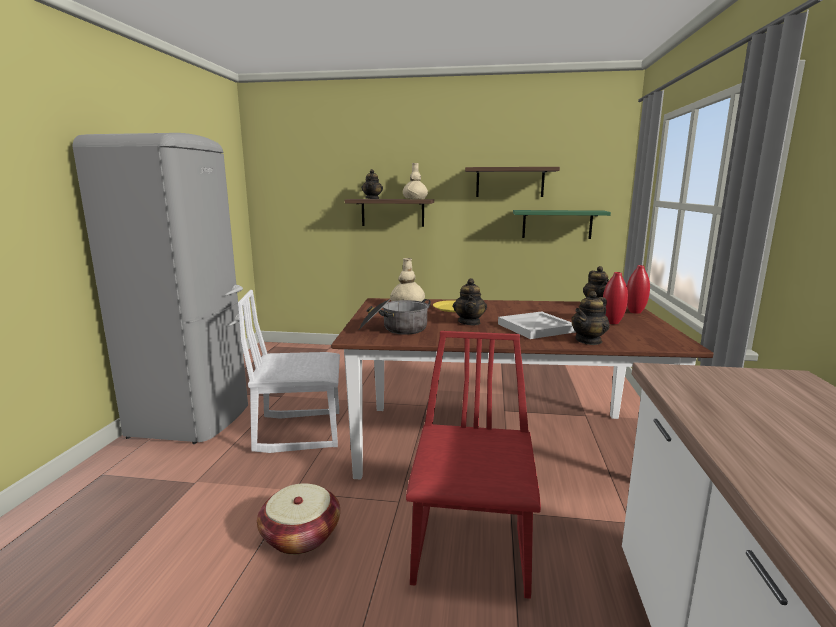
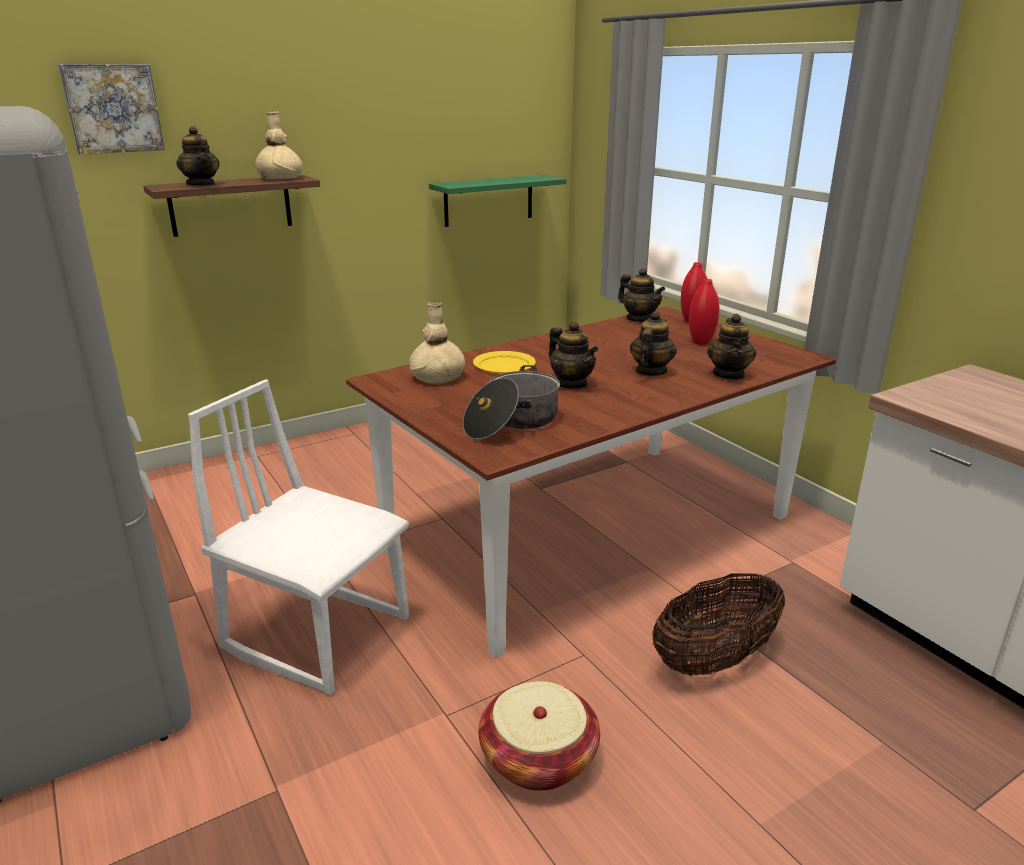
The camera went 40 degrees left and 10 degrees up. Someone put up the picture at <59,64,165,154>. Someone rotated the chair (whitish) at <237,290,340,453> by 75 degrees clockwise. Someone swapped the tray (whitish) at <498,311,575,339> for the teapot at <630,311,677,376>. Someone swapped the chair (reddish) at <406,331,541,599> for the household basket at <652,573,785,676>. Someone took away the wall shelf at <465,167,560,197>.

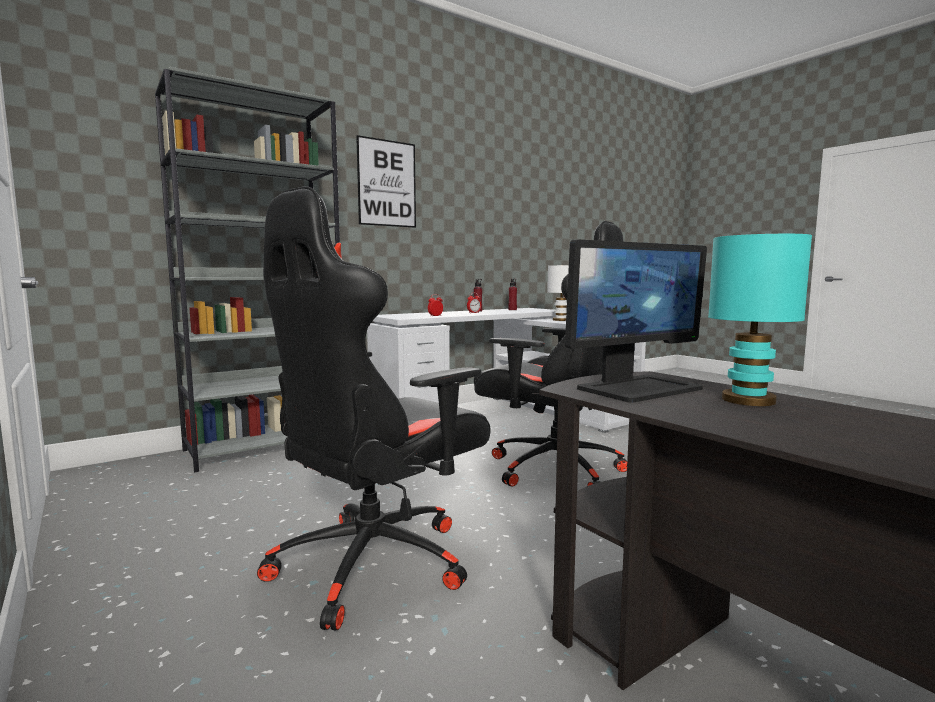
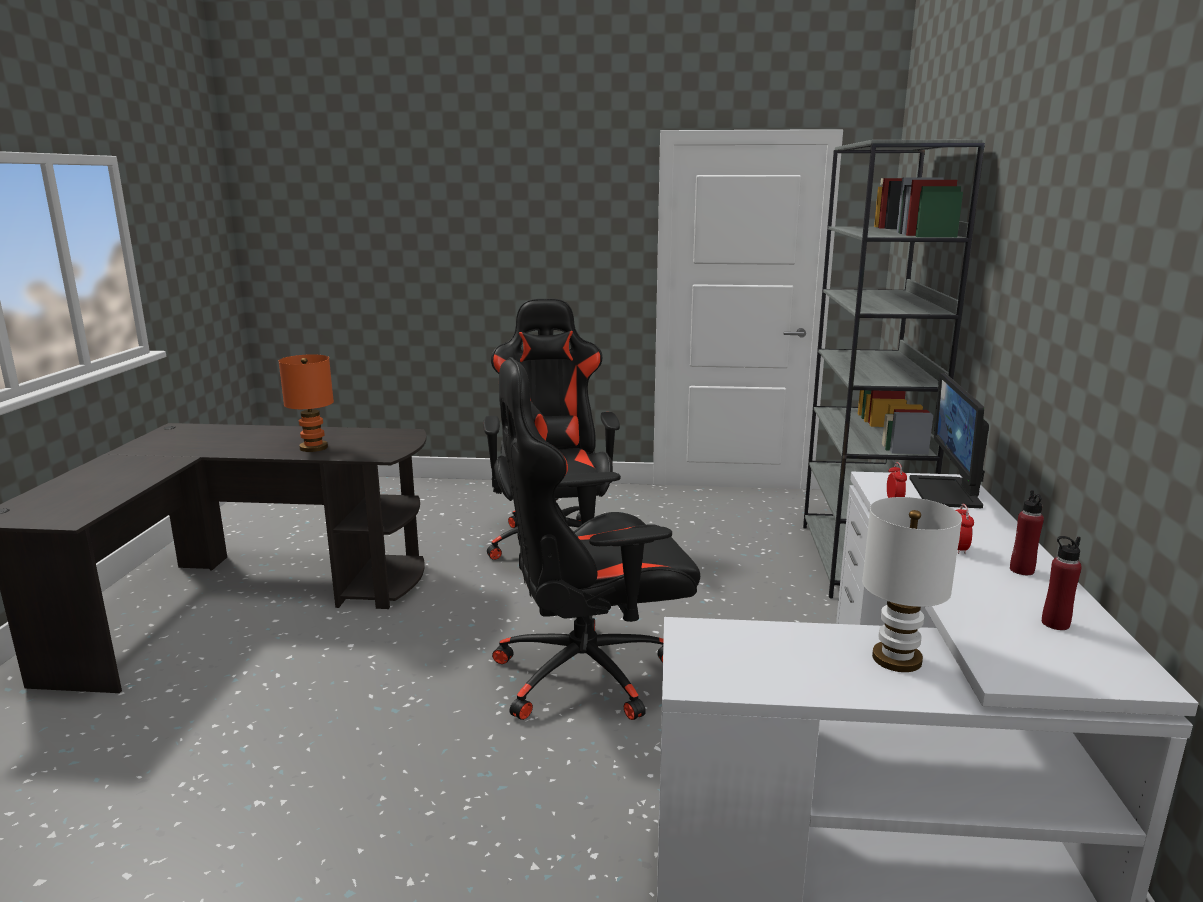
The camera went 130 degrees right and 10 degrees up. Someone repainted the table lamp (blue-green) at <708,234,812,406>, which became the table lamp (orange) at <279,354,334,452>. Someone carried the computer display from <565,240,707,403> to <909,373,989,508>. Someone took away the picture at <356,135,416,228>.

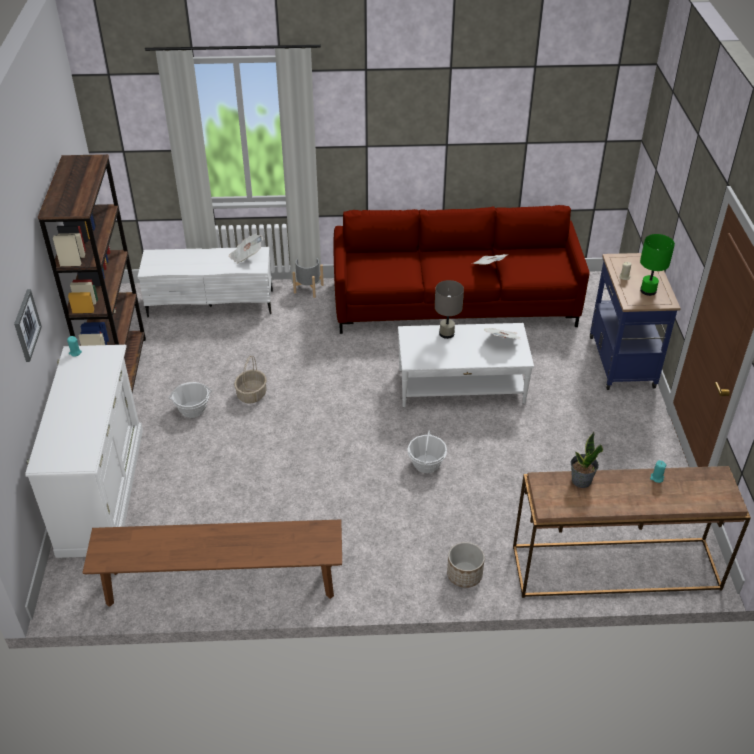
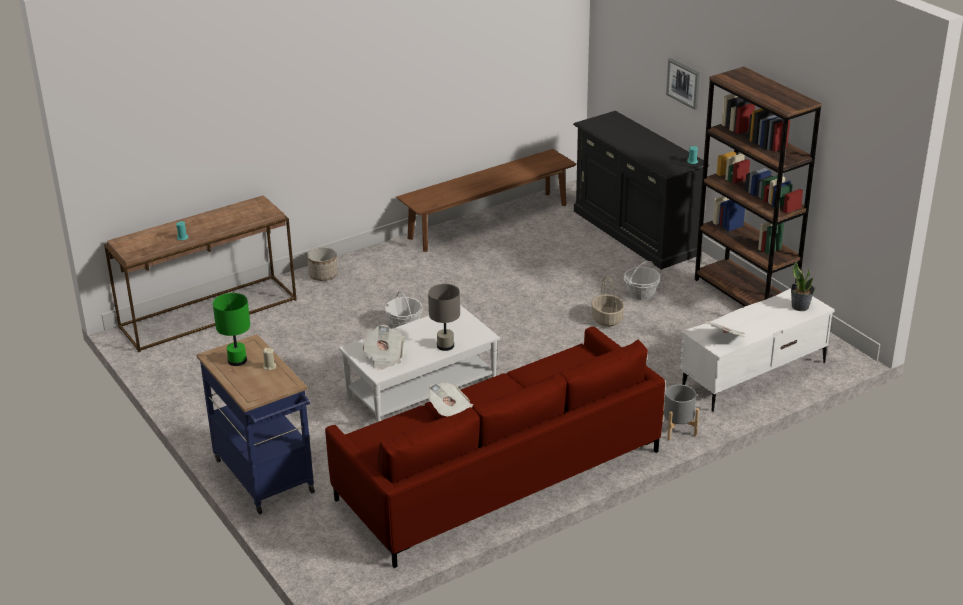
The camera went 150 degrees right and 10 degrees down. Someone repainted the cupboard (whitish) at <25,345,143,558>, which became the cupboard (black) at <573,111,709,270>. Someone carried the plant in a pot from <571,432,603,488> to <791,261,815,311>.

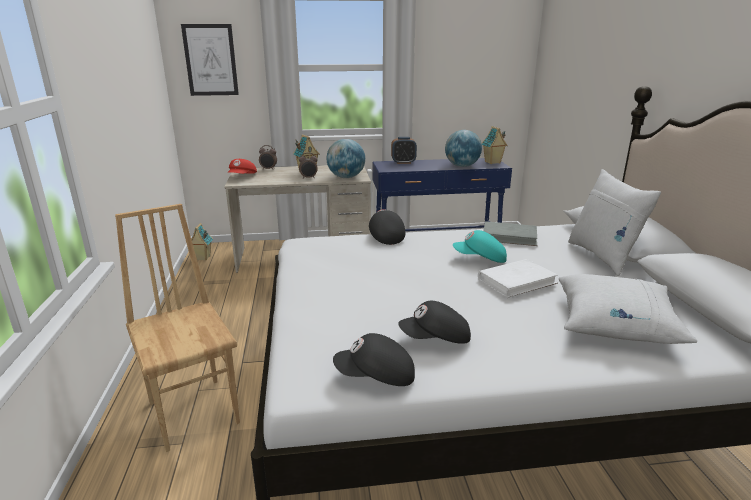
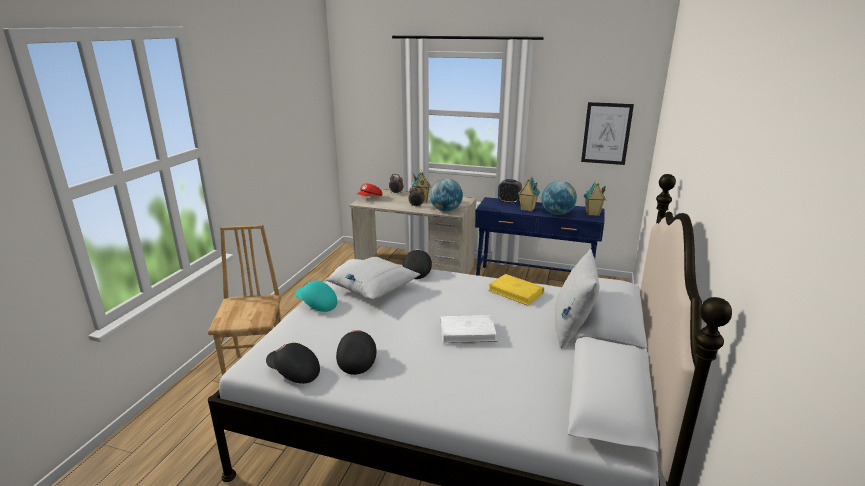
The camera went 25 degrees right and 0 degrees up. Someone carried the cap (blue-green) from <453,230,507,263> to <295,281,337,312>. Someone carried the cushion (grey) from <559,274,697,344> to <326,257,420,300>. Someone rotated the cap (black) at <398,301,471,344> by 75 degrees clockwise. Someone repainted the book (grey) at <483,221,538,246>, which became the book (yellow-coloured) at <488,274,544,306>. Someone carried the model house from <191,223,213,261> to <518,176,540,212>. Someone carried the picture from <181,24,239,96> to <581,102,634,165>.

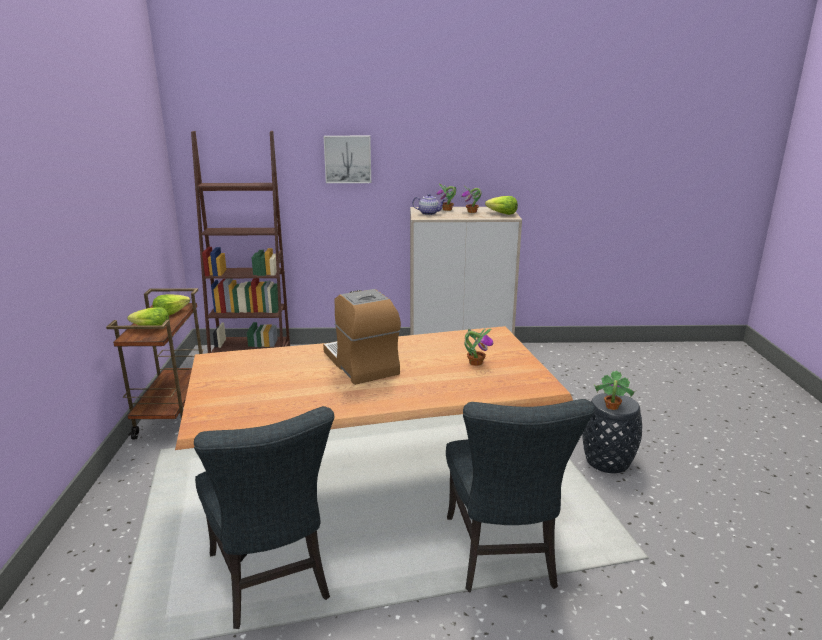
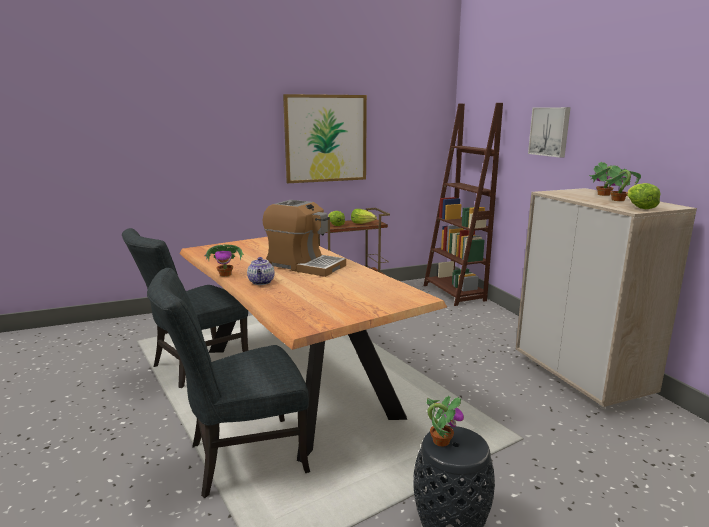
The camera went 70 degrees right and 5 degrees down. Someone carried the plant in a pot from <464,328,493,366> to <204,244,244,276>. Someone carried the teapot from <412,194,446,215> to <247,257,275,285>. Someone rotated the coffee machine at <323,289,401,385> by 75 degrees clockwise. Someone put up the picture at <283,94,367,183>.

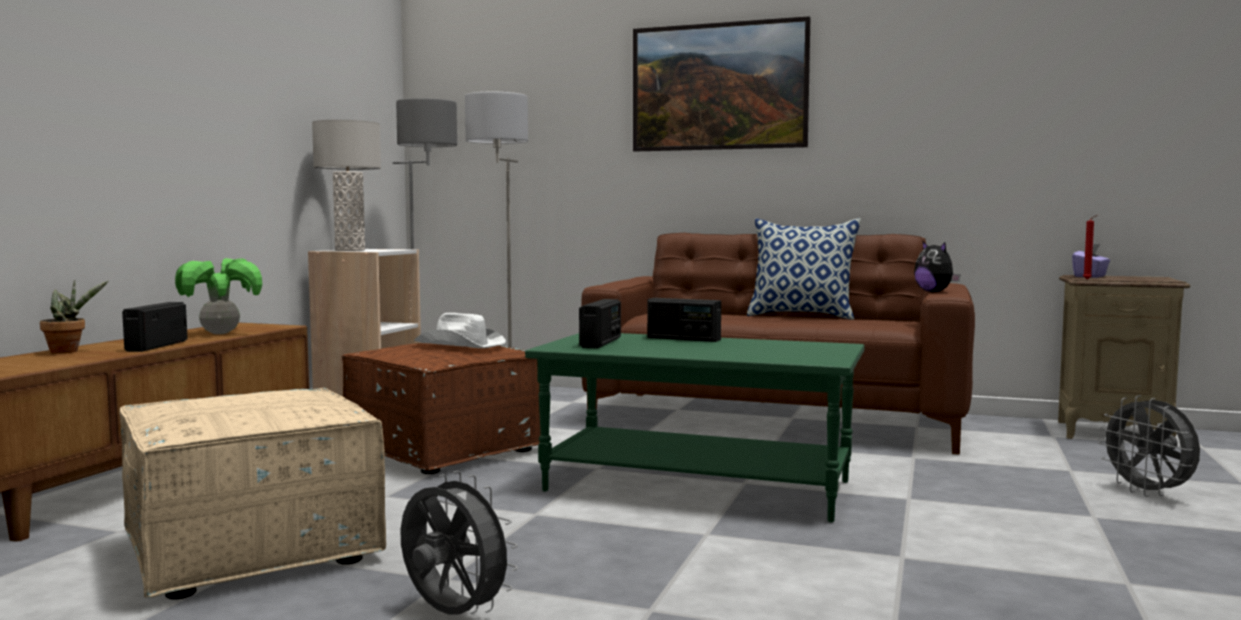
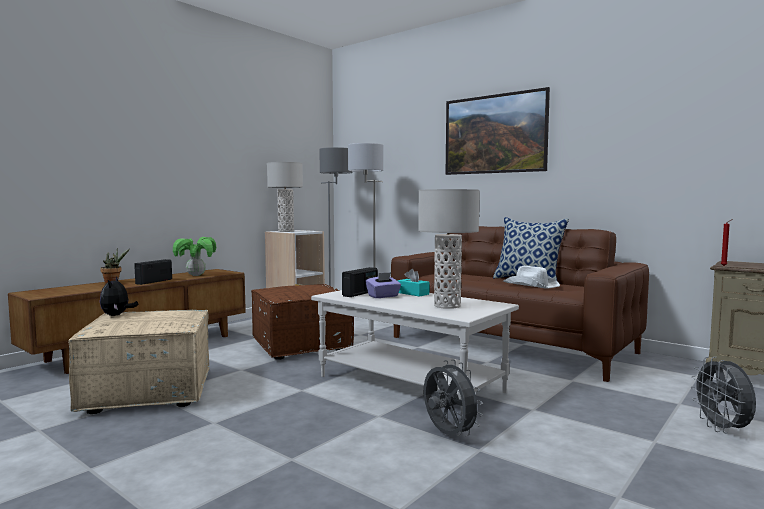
The camera went 20 degrees right and 0 degrees up. Someone carried the plush toy from <914,242,960,292> to <100,276,138,316>. Someone repainted the low table (greenish) at <525,333,864,522>, which became the low table (whitish) at <311,290,519,415>. Someone carried the box of tissues (purple-coloured) from <1072,244,1110,278> to <365,272,401,298>. Someone swapped the radio at <647,298,721,342> for the box of tissues (blue-green) at <398,269,429,297>. Someone put down the table lamp (whitish) at <418,189,480,309>. Someone carried the electric fan (grey) from <400,471,518,615> to <424,359,483,437>. Someone carried the clothing hat (whitish) from <414,313,506,348> to <503,266,560,289>.

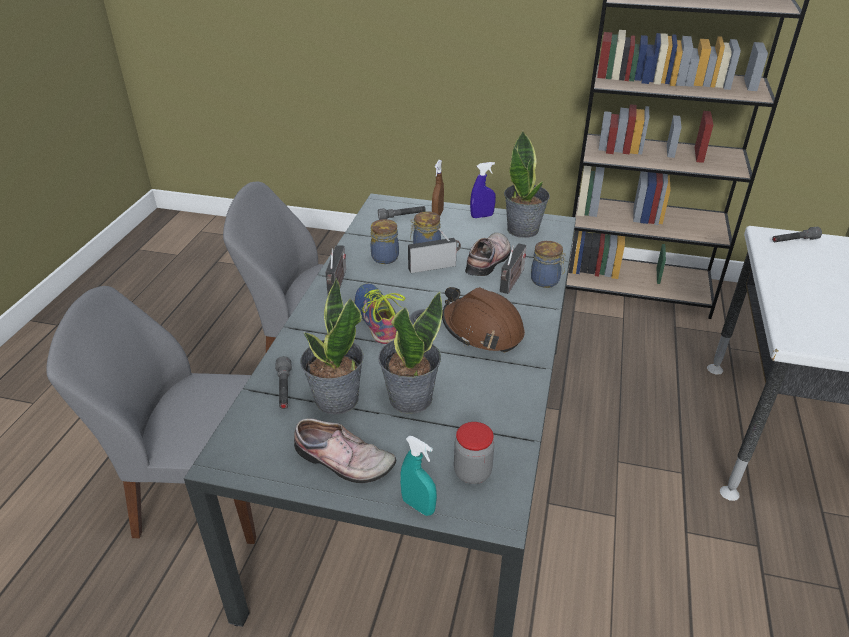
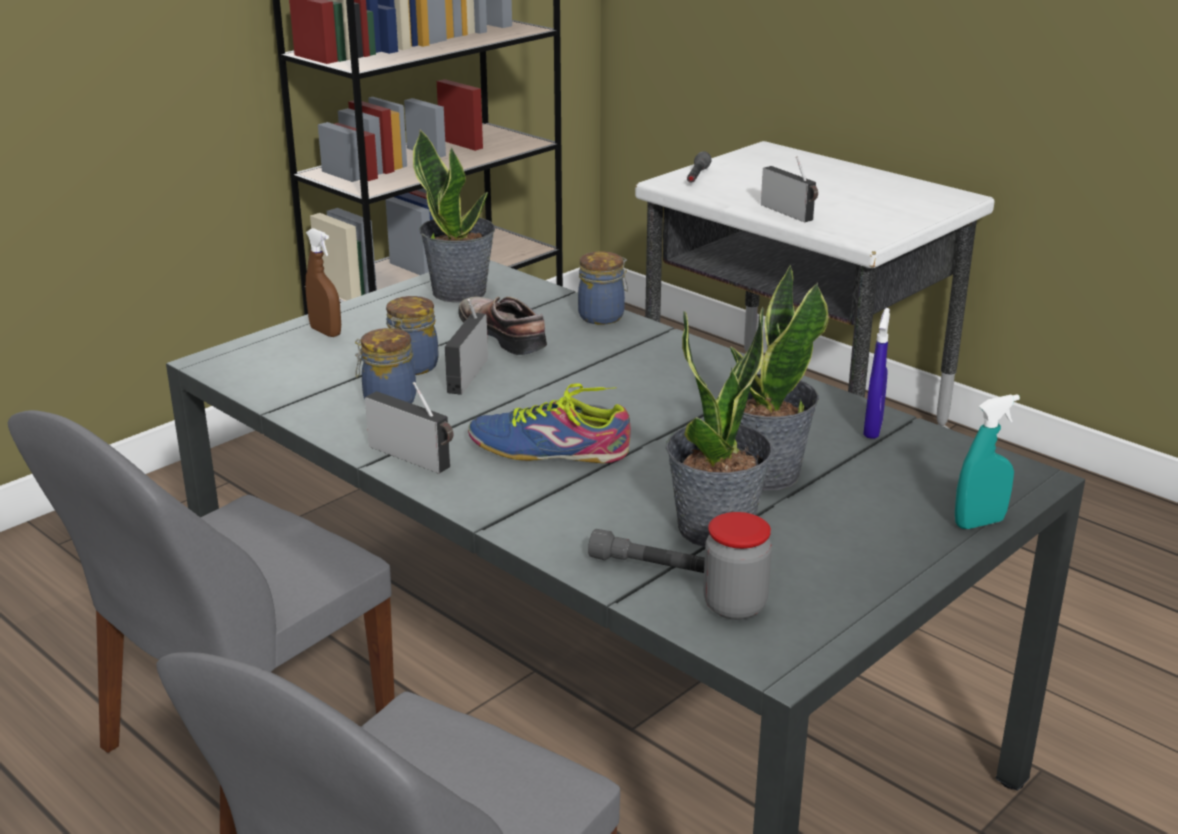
The camera went 60 degrees left and 10 degrees down. Someone carried the storage jar from <454,422,494,484> to <703,512,772,620>. Someone carried the radio from <500,243,526,294> to <761,156,818,222>. Someone carried the spray bottle (blue) from <470,162,496,218> to <863,308,890,439>. Someone took away the item of footwear at <294,418,396,483>. Someone took away the torch (grey) at <378,206,426,220>. Someone took away the work helmet (brown-coloured) at <442,287,525,352>.

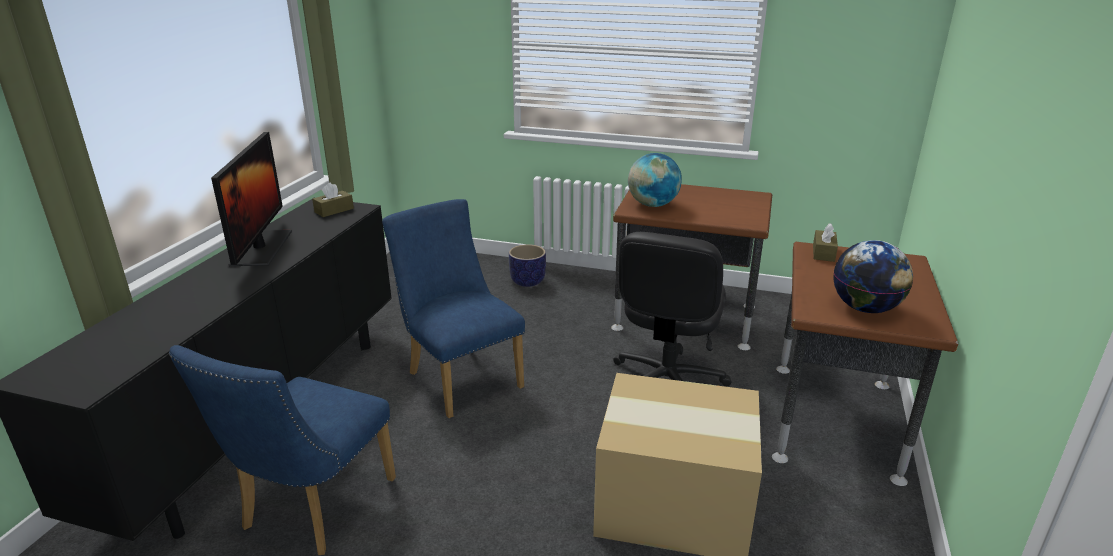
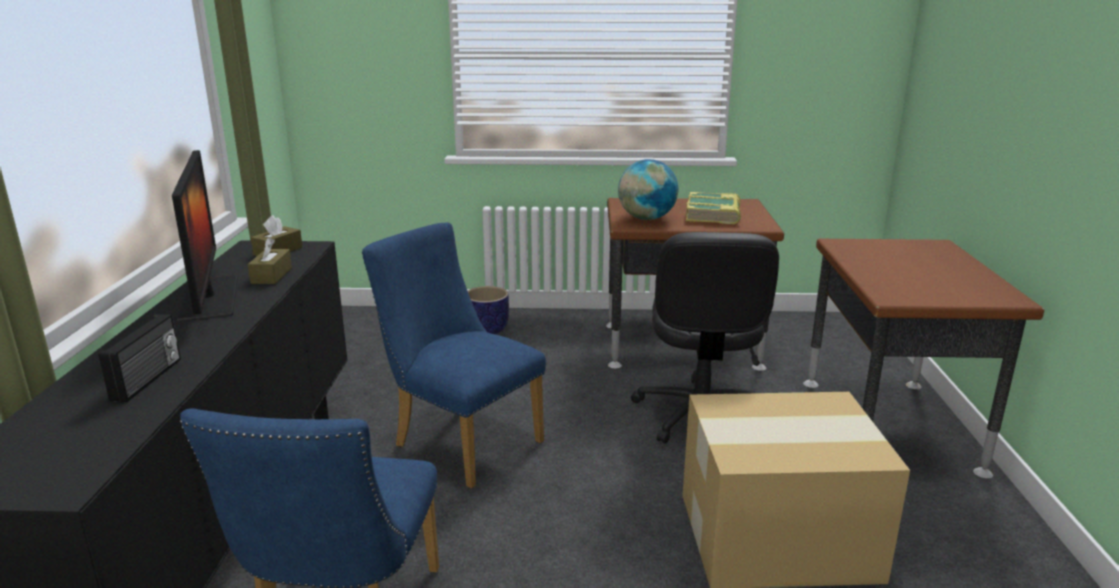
The camera went 15 degrees left and 5 degrees down. Someone put down the radio at <98,314,181,403>. Someone carried the box of tissues (brown-coloured) from <813,223,838,262> to <248,237,292,284>. Someone put down the book at <686,192,741,225>. Someone took away the globe at <833,240,913,313>.

